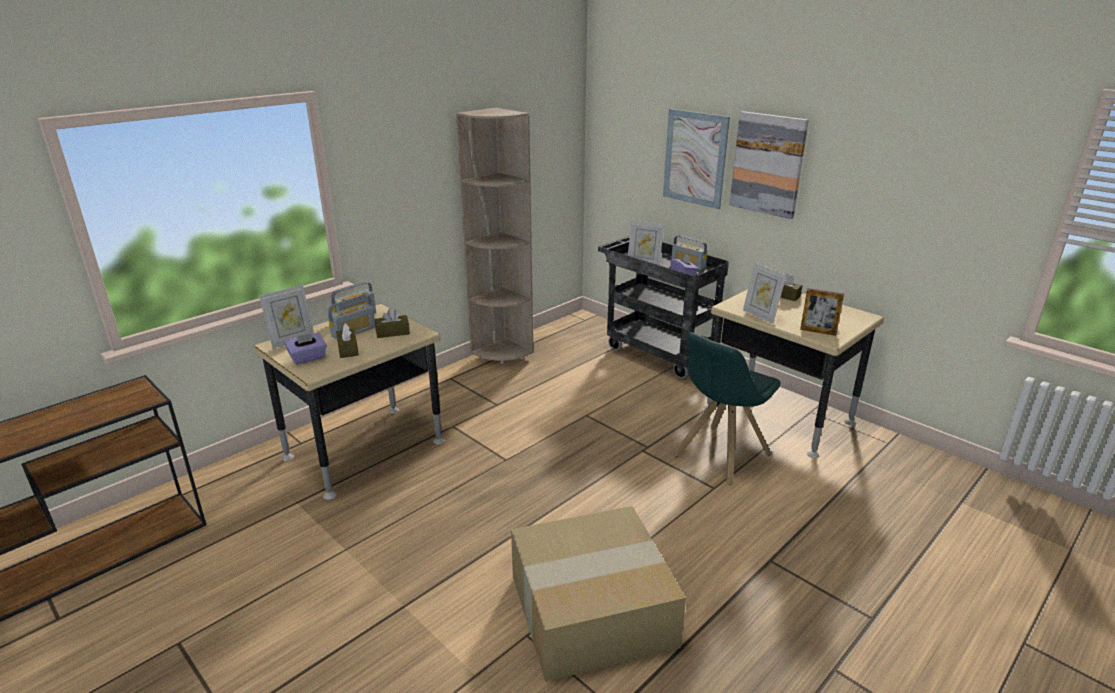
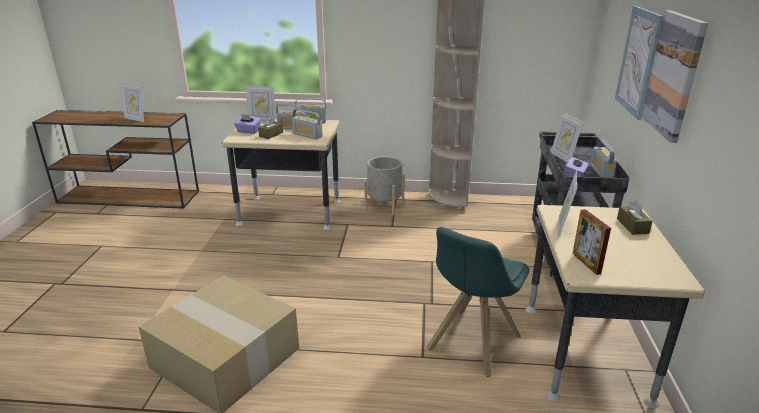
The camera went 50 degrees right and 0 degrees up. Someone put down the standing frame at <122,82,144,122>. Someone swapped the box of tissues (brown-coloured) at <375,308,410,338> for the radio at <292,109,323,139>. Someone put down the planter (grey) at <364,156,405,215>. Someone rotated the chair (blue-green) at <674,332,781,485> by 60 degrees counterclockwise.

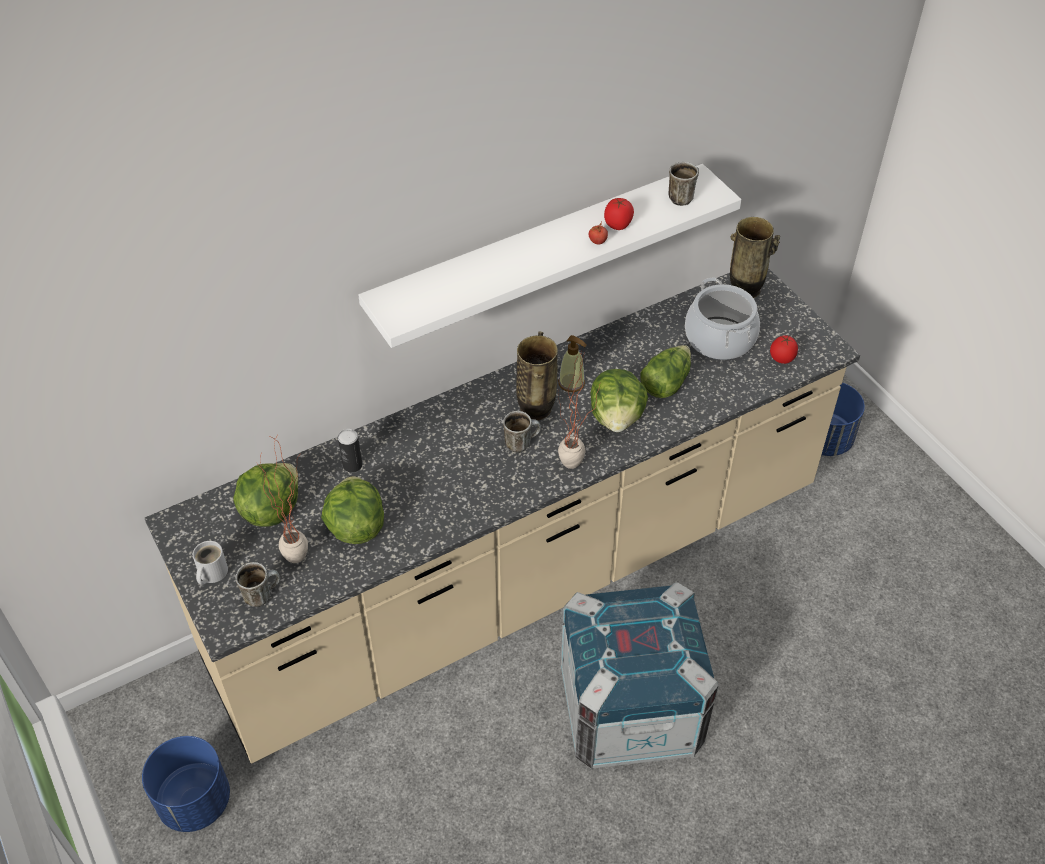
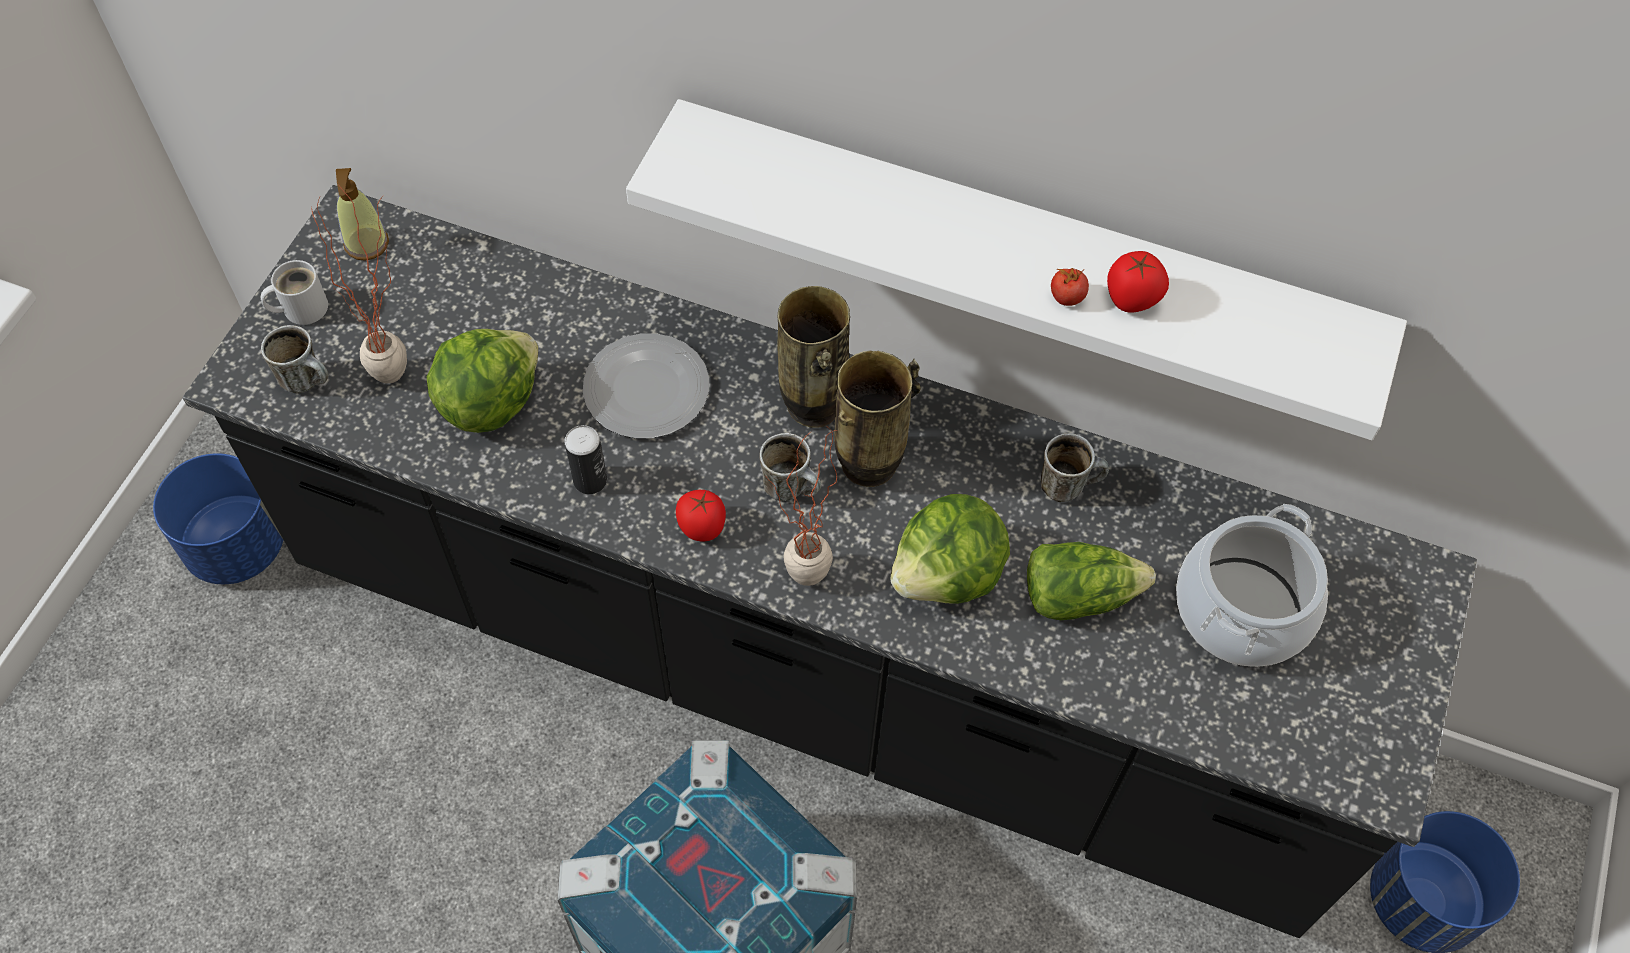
The camera went 50 degrees right and 10 degrees up. Someone repainted the kitchen base unit (sand-coloured) at <144,268,860,763>, which became the kitchen base unit (black) at <183,185,1477,938>. Someone carried the soap bottle from <558,335,587,392> to <336,168,389,261>. Someone carried the metal can from <338,429,362,473> to <564,425,607,494>. Someone put down the flat dish at <583,333,709,439>. Someone carried the whole tomato from <770,335,798,364> to <676,490,726,542>. Someone carried the vase from <730,217,780,298> to <778,286,850,428>. Someone carried the mug from <669,162,699,206> to <1041,433,1109,502>. Someone took away the head of lettuce at <234,463,298,527>.

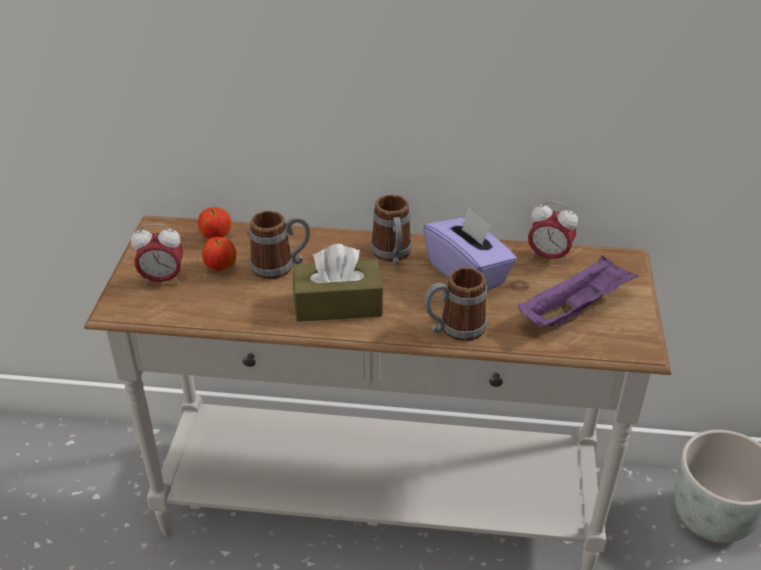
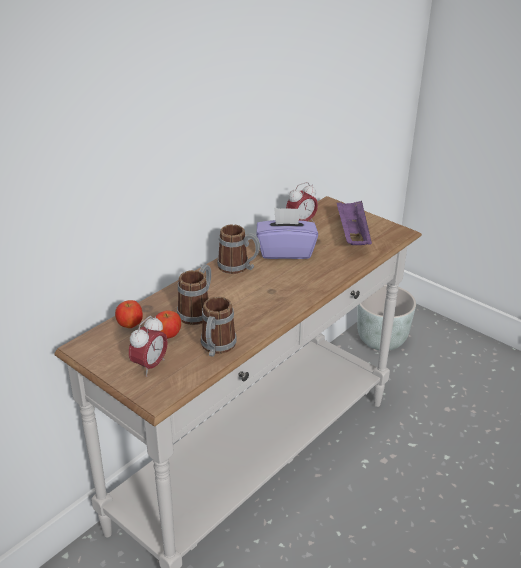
The camera went 55 degrees left and 5 degrees down. Someone carried the mug from <424,267,487,341> to <201,296,237,357>. Someone took away the box of tissues (brown-coloured) at <293,244,384,322>.

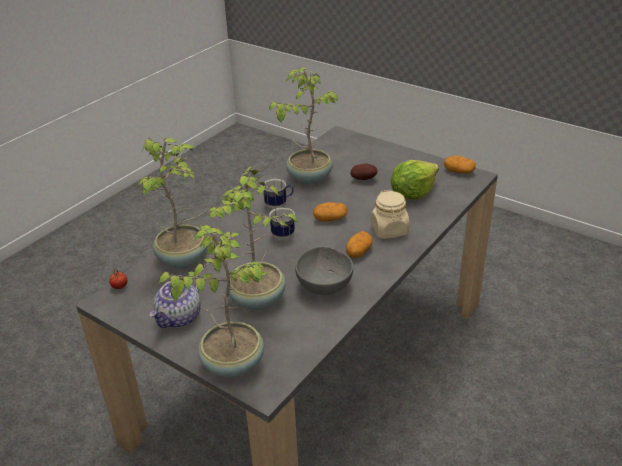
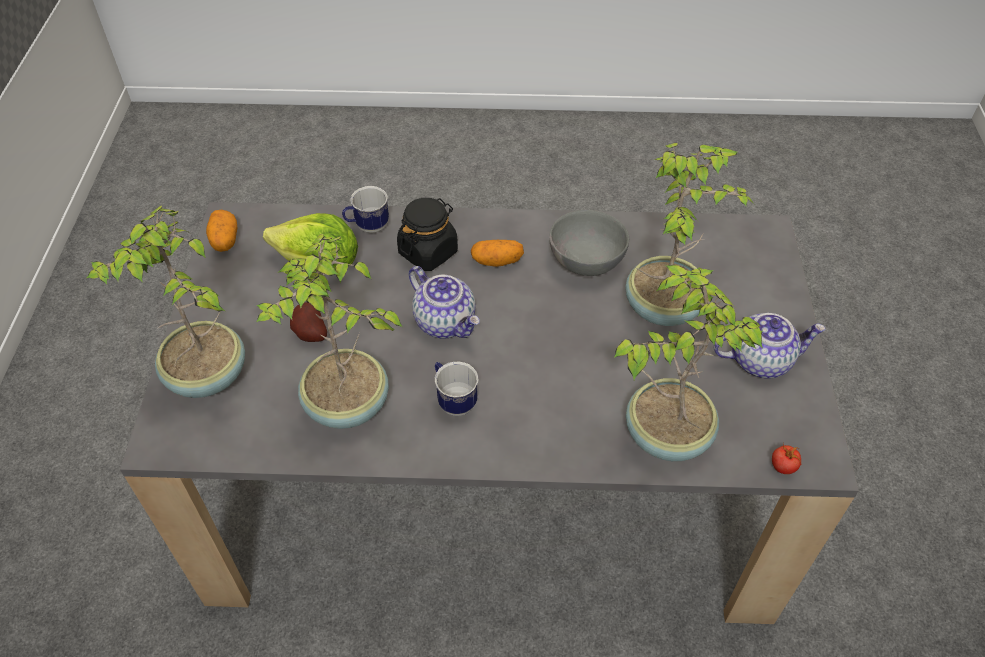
The camera went 125 degrees left and 15 degrees up. Someone carried the plant in a pot from <158,225,268,377> to <87,206,245,398>. Someone carried the mug from <269,207,295,240> to <342,186,389,233>. Someone repainted the storage jar (sand-coloured) at <371,190,410,239>, which became the storage jar (black) at <397,198,458,271>. Someone swapped the spud at <313,202,347,222> for the teapot at <409,266,480,338>.

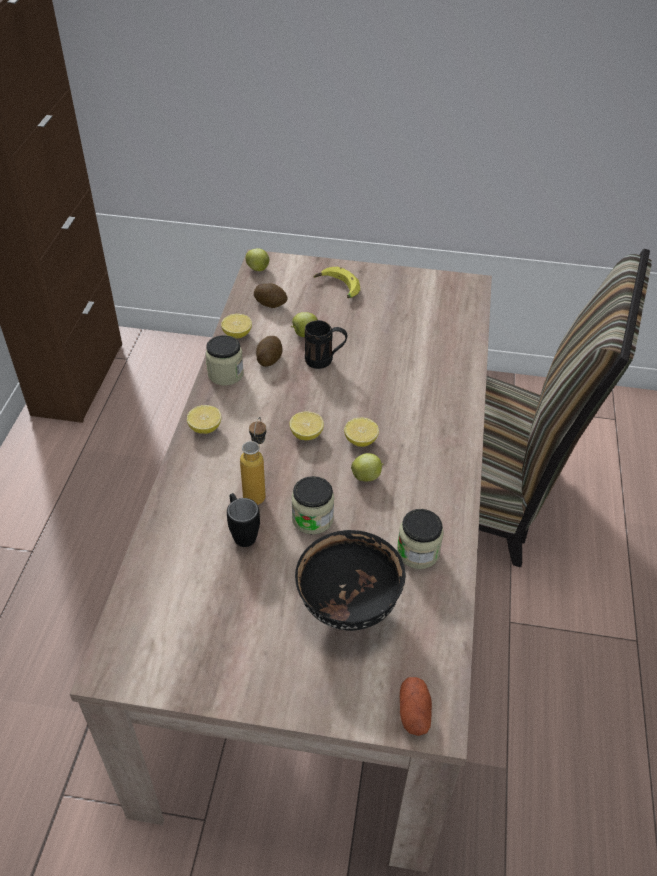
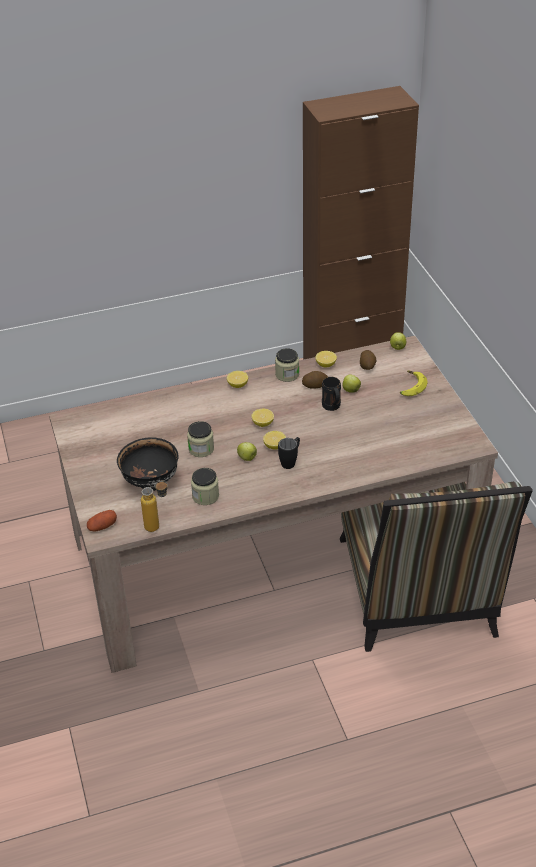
The camera went 65 degrees right and 5 degrees down. Someone carried the drink bottle from <240,417,266,505> to <141,480,168,532>. Someone carried the mug (black) from <227,493,260,547> to <278,437,300,469>.

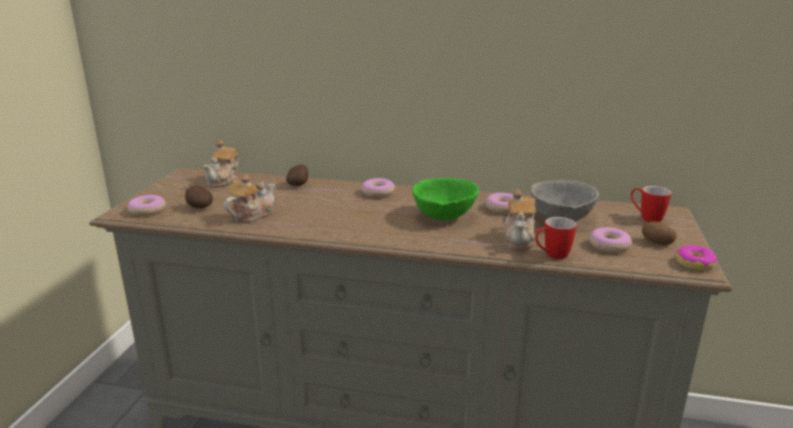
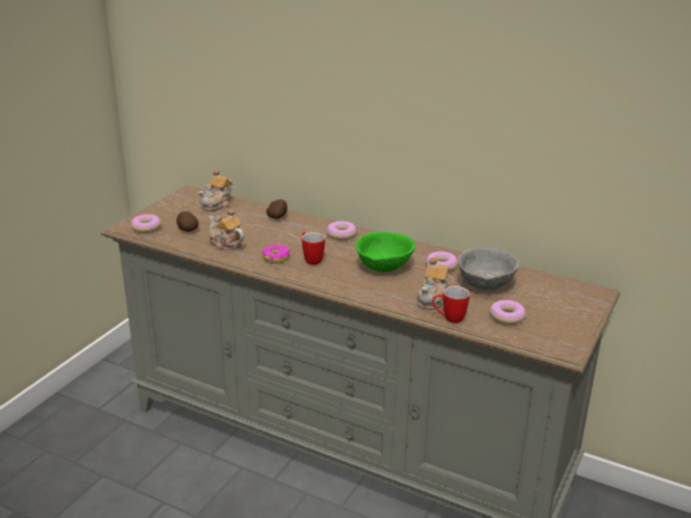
The camera went 15 degrees right and 5 degrees up. Someone rotated the teapot at <224,175,275,223> by 105 degrees counterclockwise. Someone carried the ring doughnut from <676,245,717,270> to <262,245,290,263>. Someone carried the mug from <631,186,671,222> to <302,232,325,265>. Someone took away the spud at <642,222,677,245>.

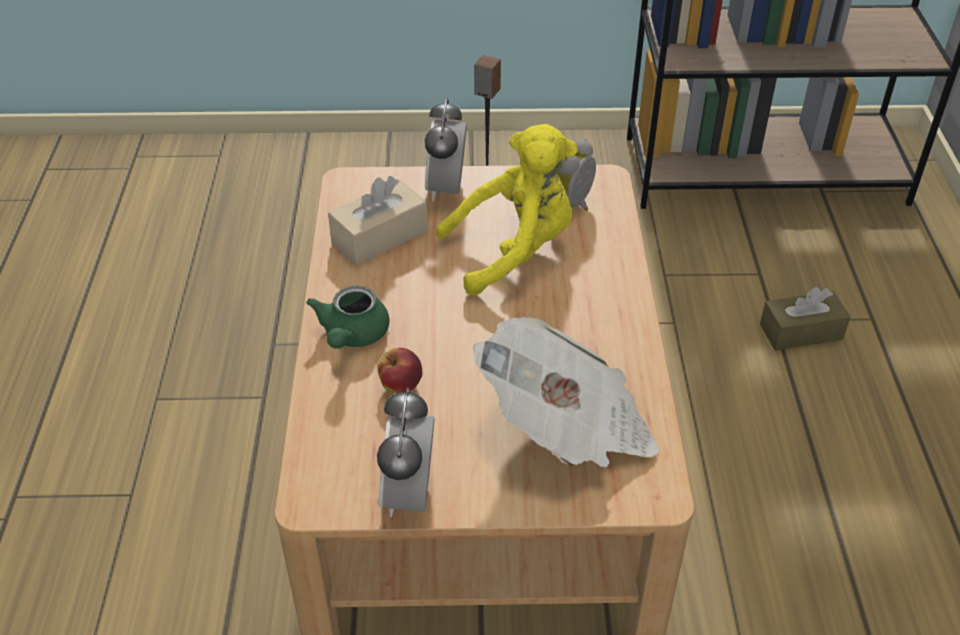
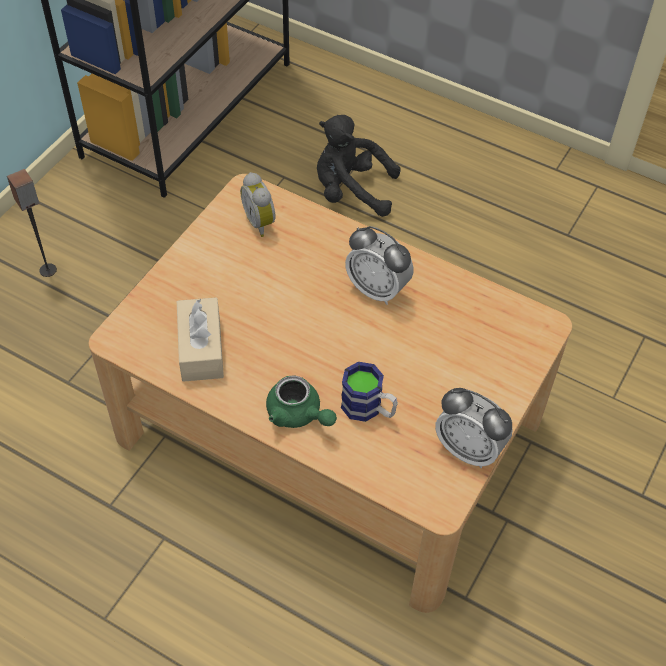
The camera went 60 degrees left and 10 degrees up. Someone swapped the box of tissues (brown-coloured) at <760,287,850,350> for the plush toy (black) at <317,115,400,217>. Someone swapped the apple fruit at <377,348,422,393> for the mug at <341,362,398,422>. Someone carried the table clock from <425,98,467,201> to <345,226,413,305>. Someone took away the plush toy (yellow-coloured) at <436,124,578,296>. Someone took away the newspaper at <473,317,659,468>.

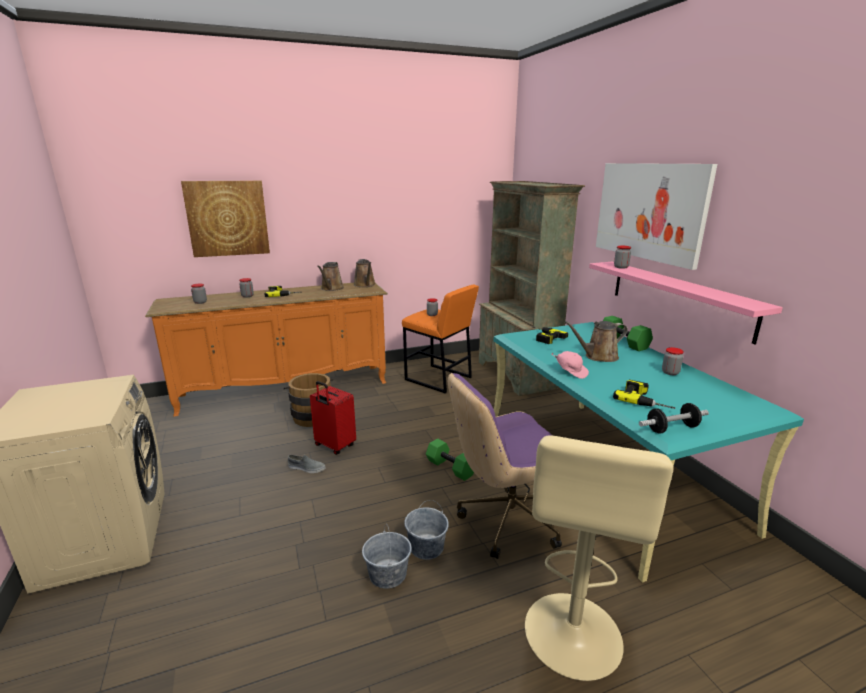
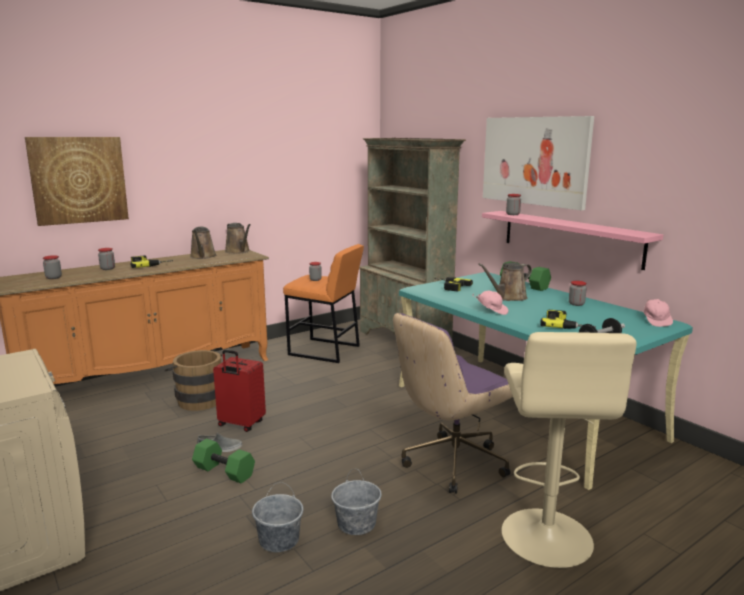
The camera went 15 degrees left and 5 degrees down. Someone carried the hand weight (greenish) from <426,438,474,481> to <192,439,255,484>. Someone carried the water bucket (grey) from <404,500,449,560> to <252,482,303,552>. Someone put down the cap (pink) at <644,299,673,327>.

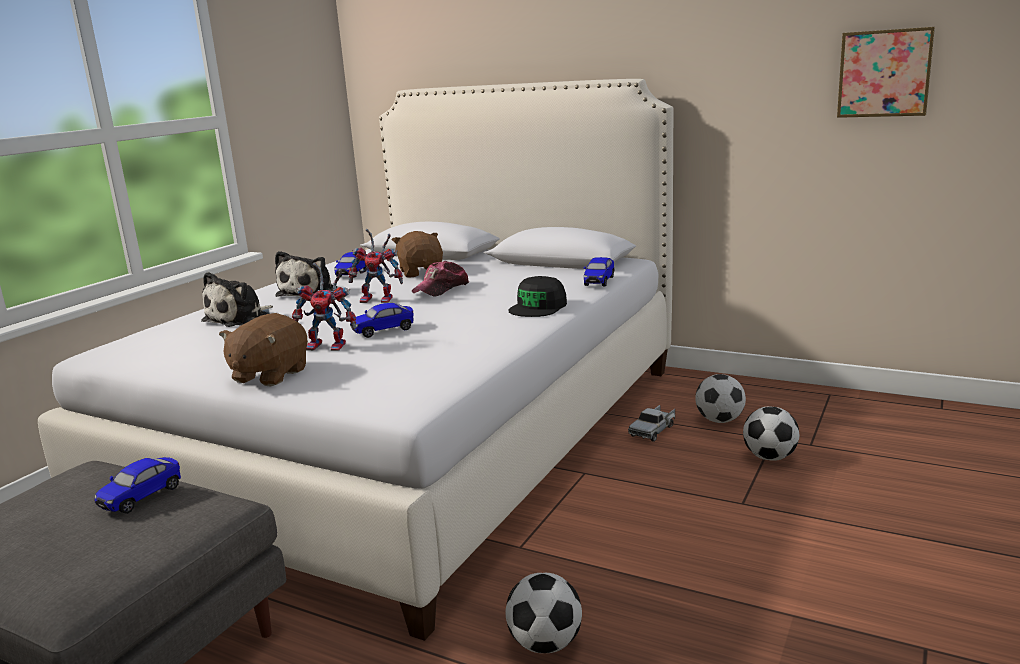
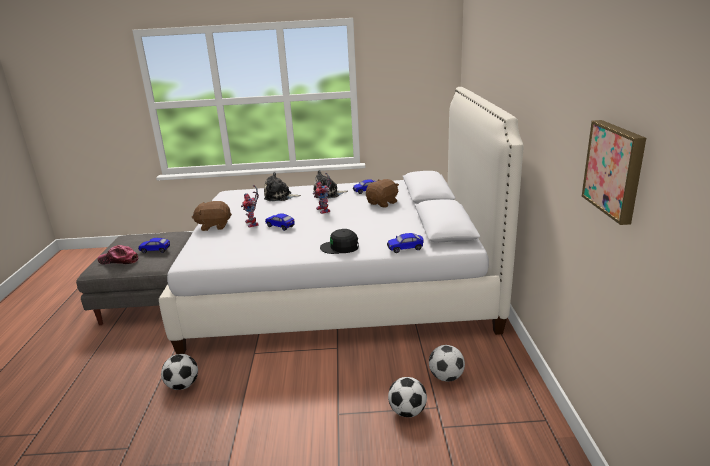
The camera went 60 degrees right and 5 degrees up. Someone carried the cap from <412,261,469,297> to <98,245,138,264>. Someone took away the toy truck at <628,405,675,442>.

